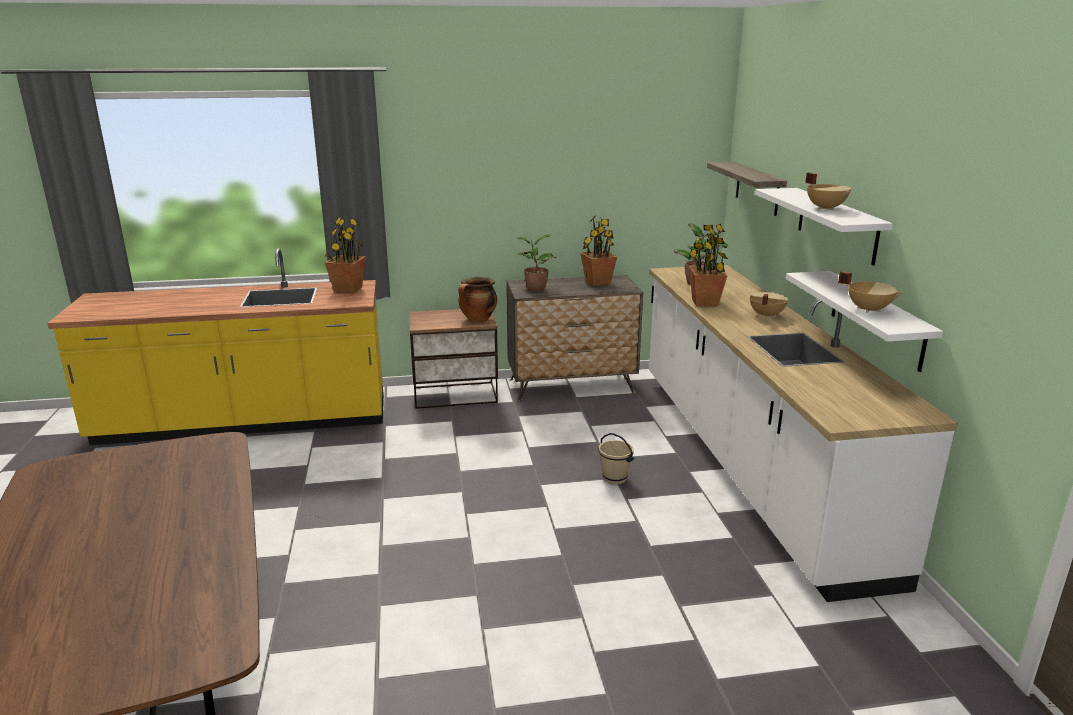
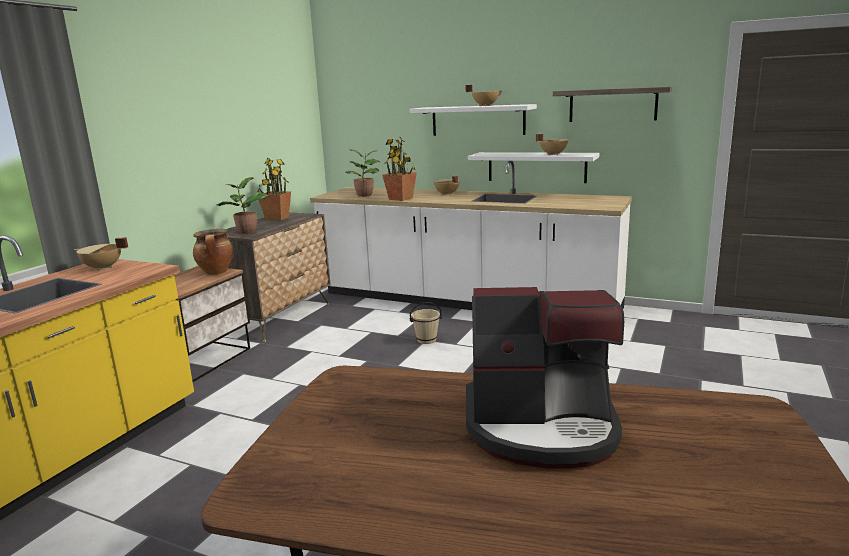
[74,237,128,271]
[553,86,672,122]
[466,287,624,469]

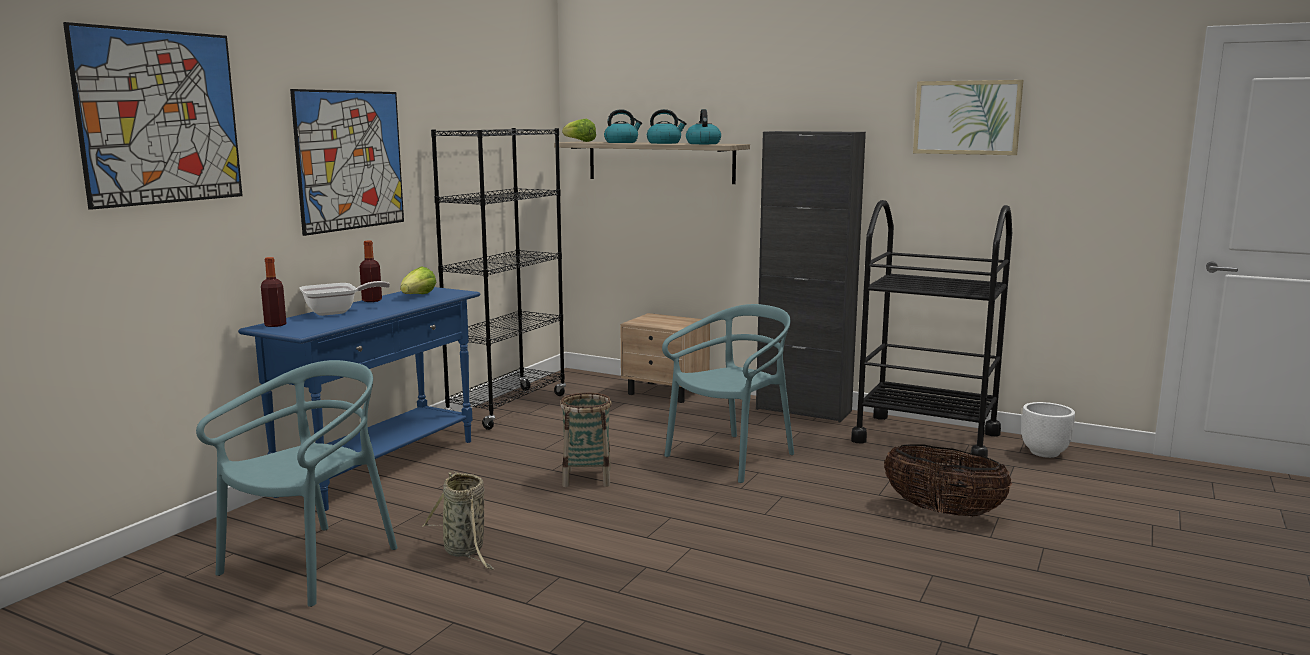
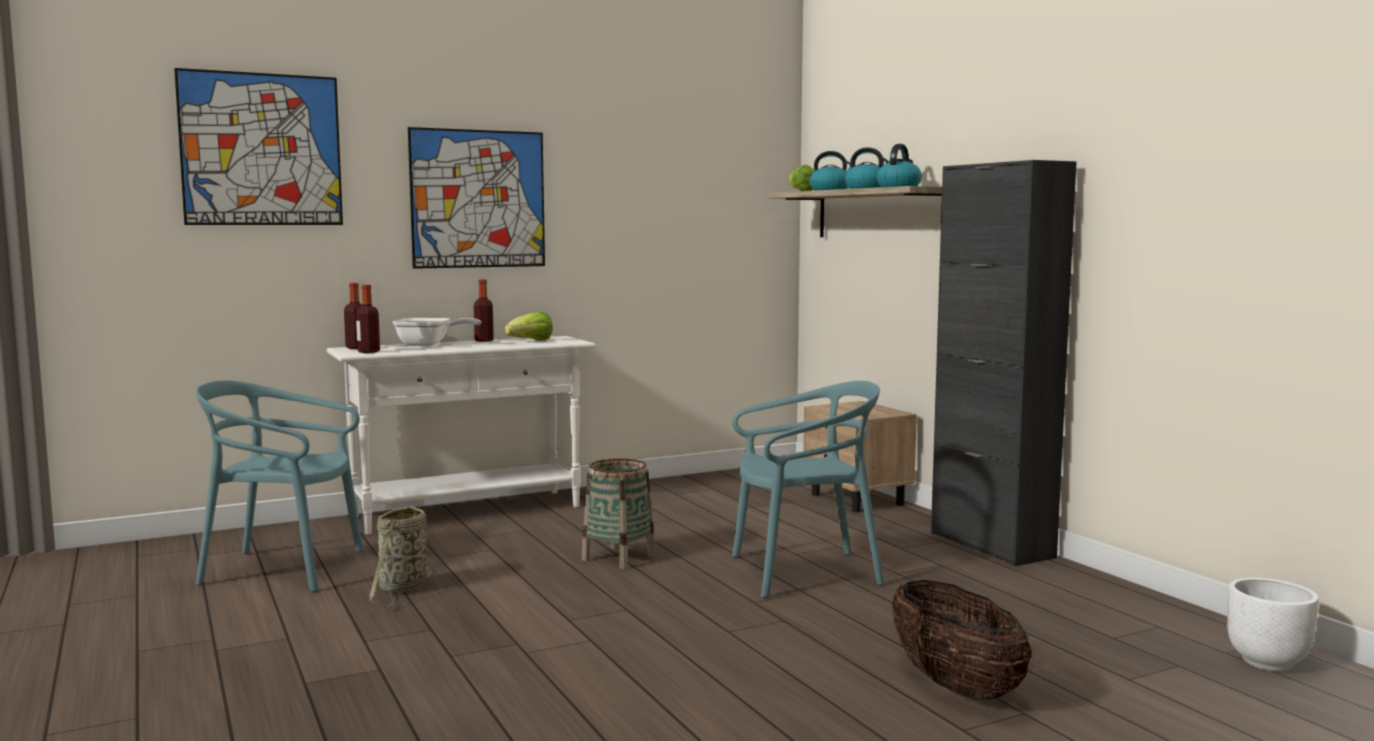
[196,380,364,592]
[326,336,596,534]
[431,128,566,430] (first image)
[851,200,1012,463] (first image)
[913,80,1023,155] (first image)
[356,285,380,353]

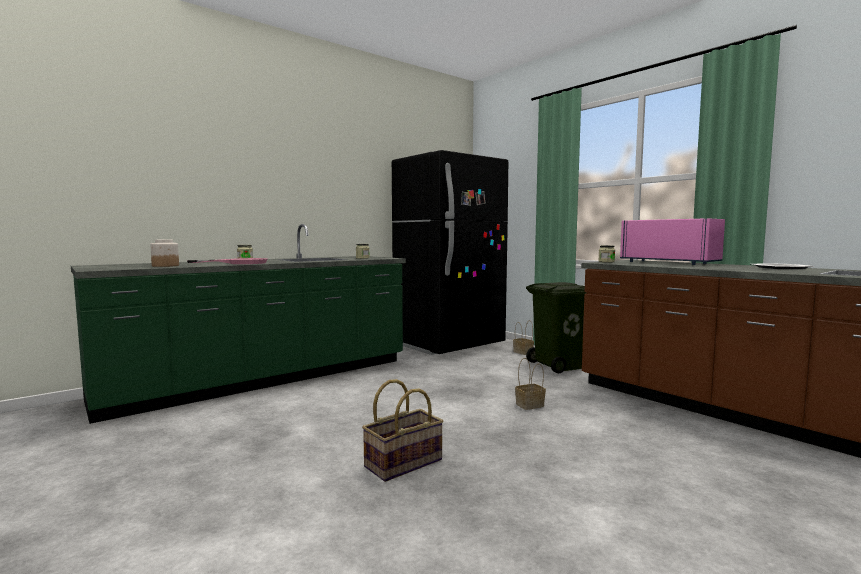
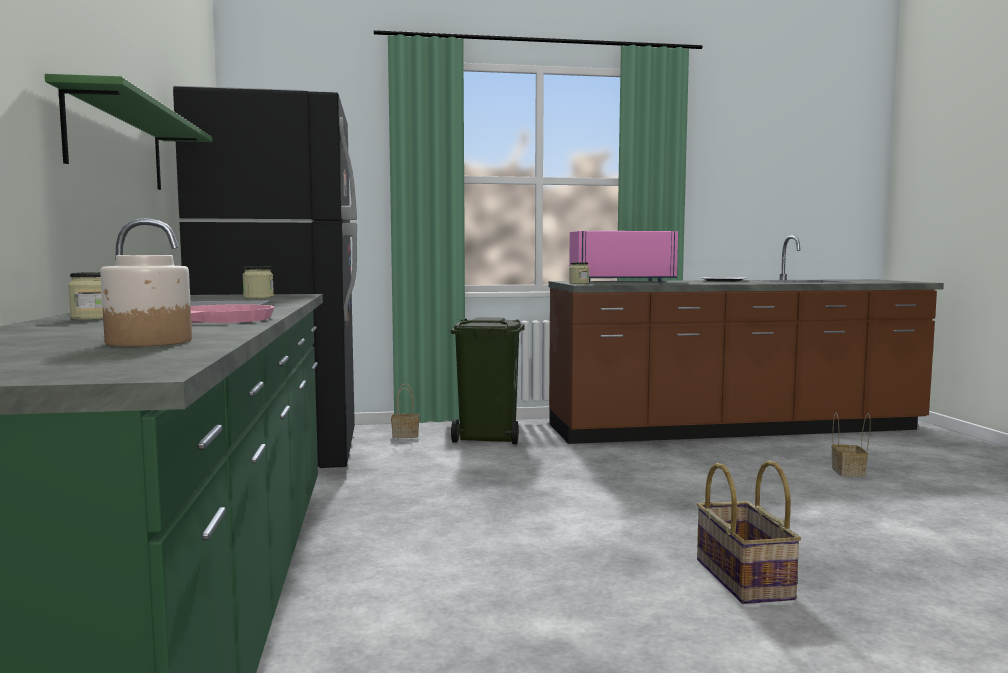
[832,413,871,477]
[45,74,212,190]

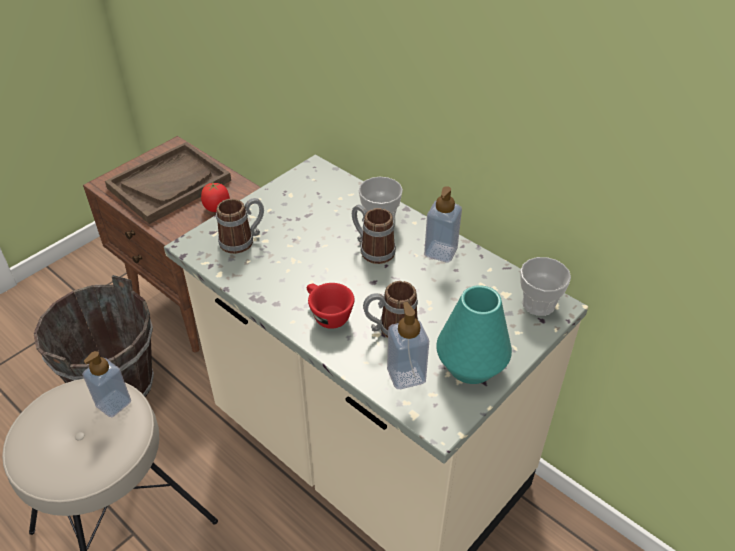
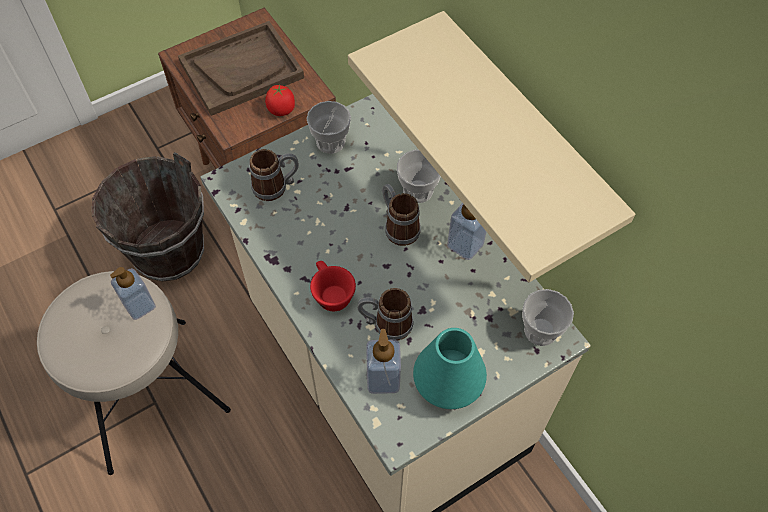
[307,101,351,154]
[348,11,635,282]

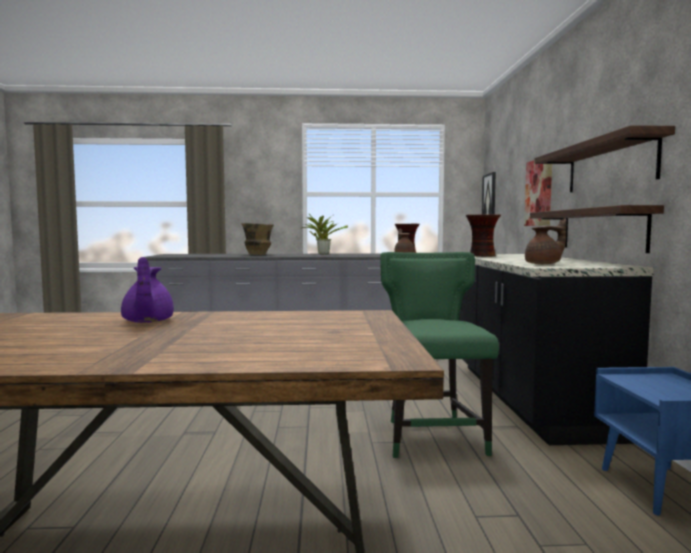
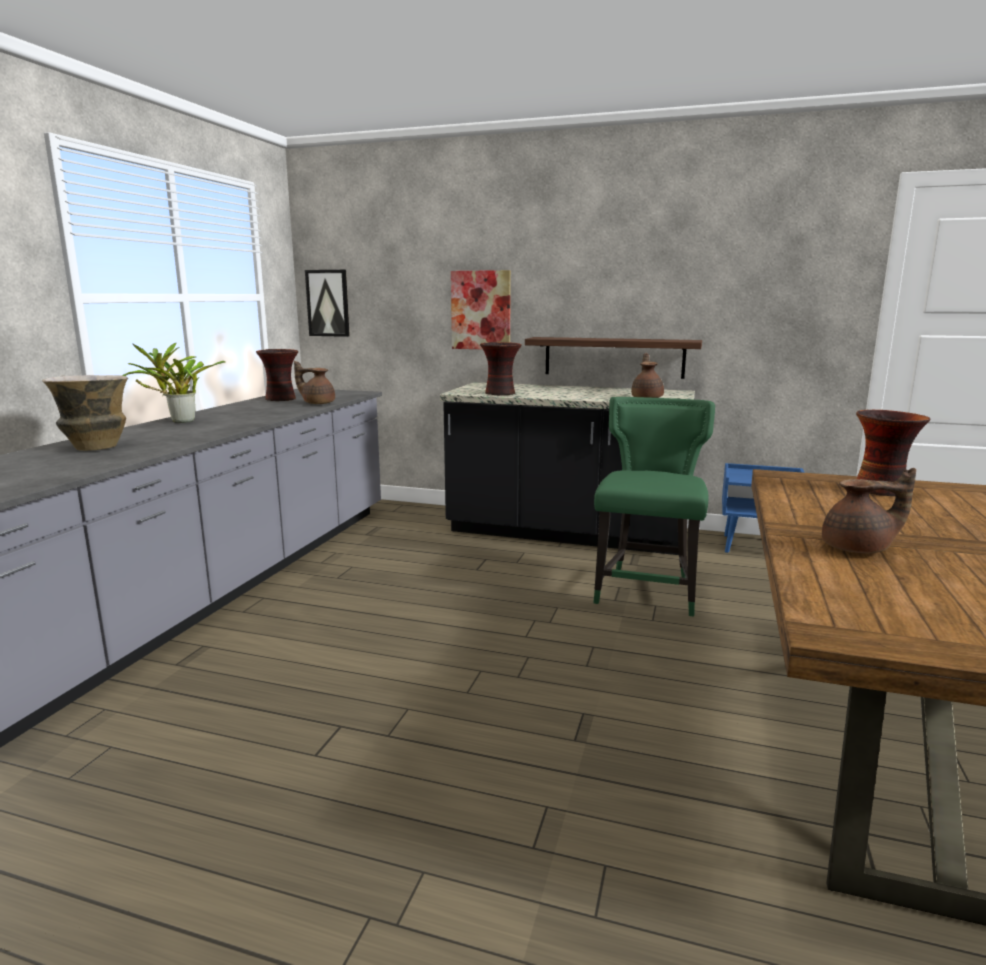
[822,468,916,554]
[593,397,715,617]
[534,125,675,193] (first image)
[856,410,931,496]

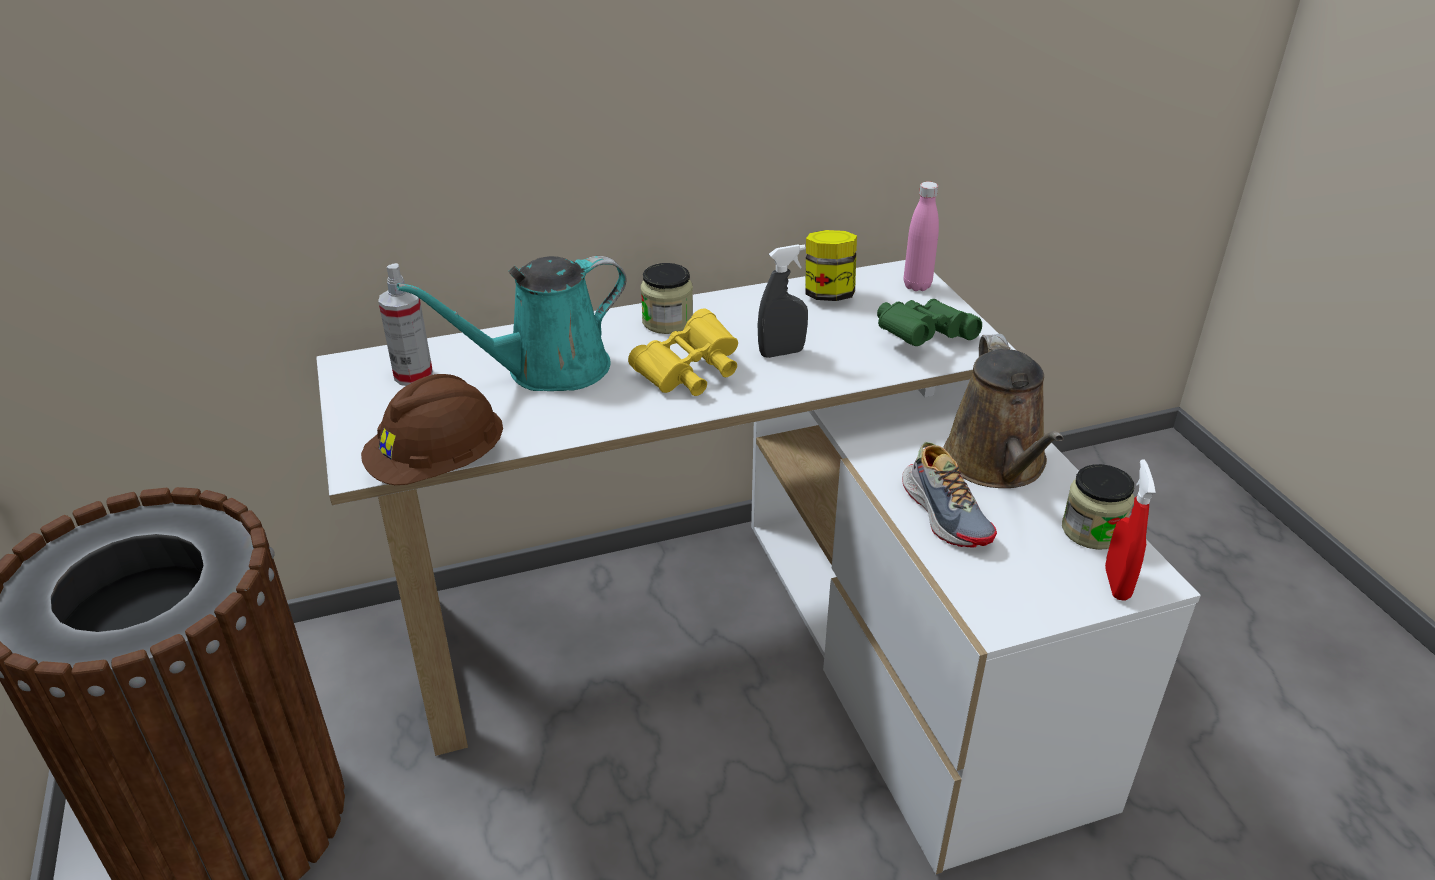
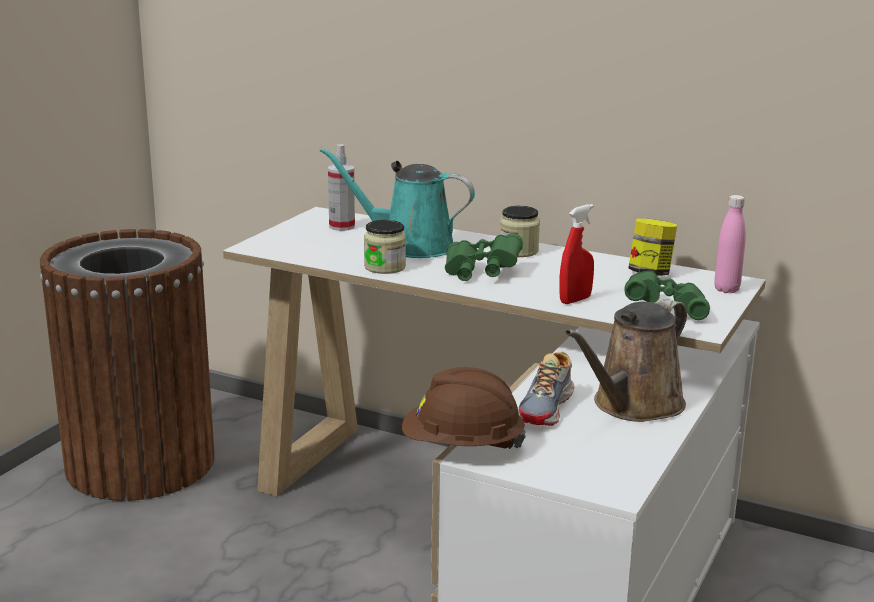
[402,367,526,449]
[445,233,523,281]
[758,245,808,358] (first image)
[364,220,406,274]
[559,204,594,304]

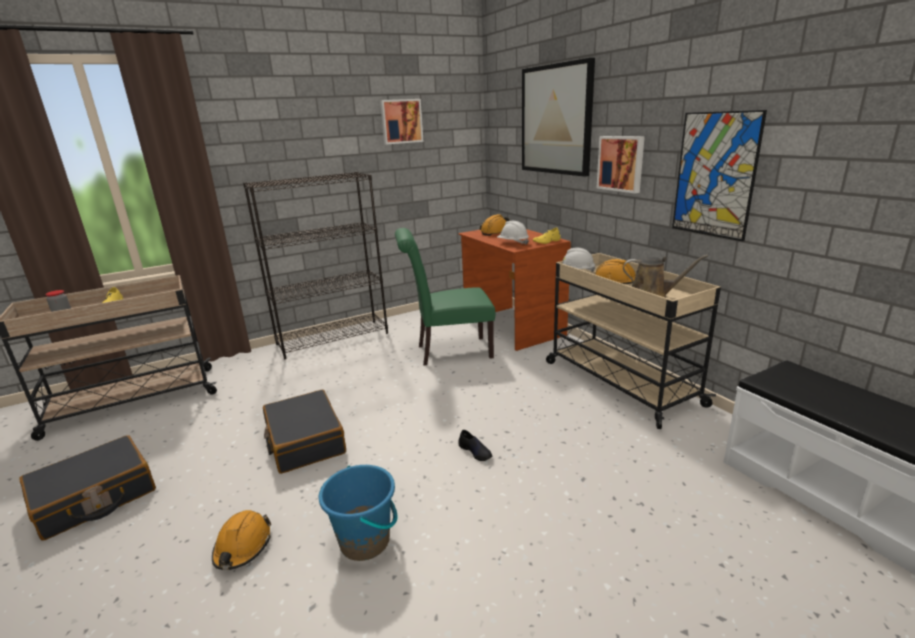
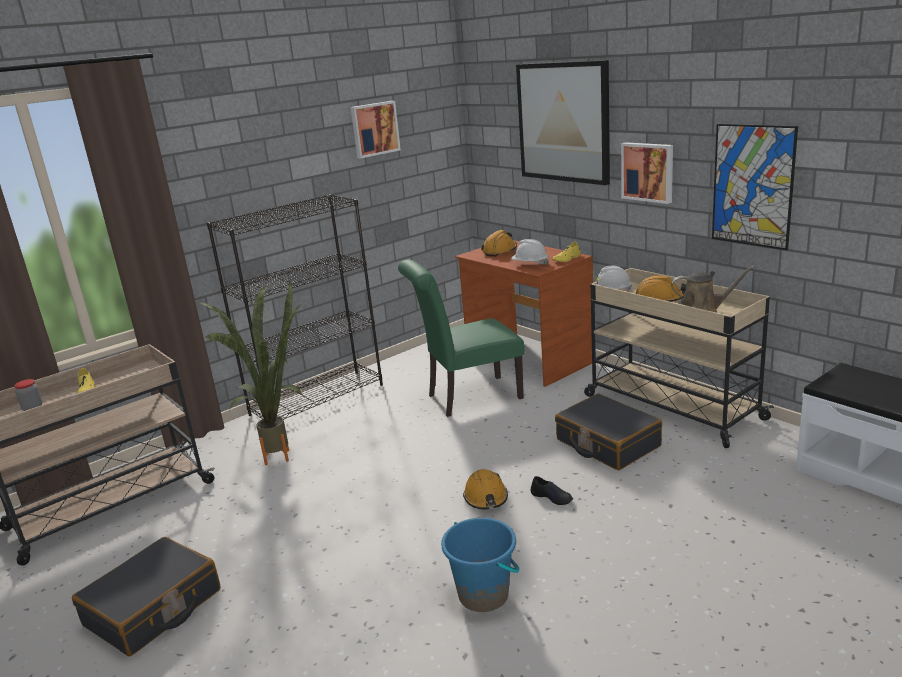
[463,469,508,509]
[555,394,662,470]
[196,279,304,465]

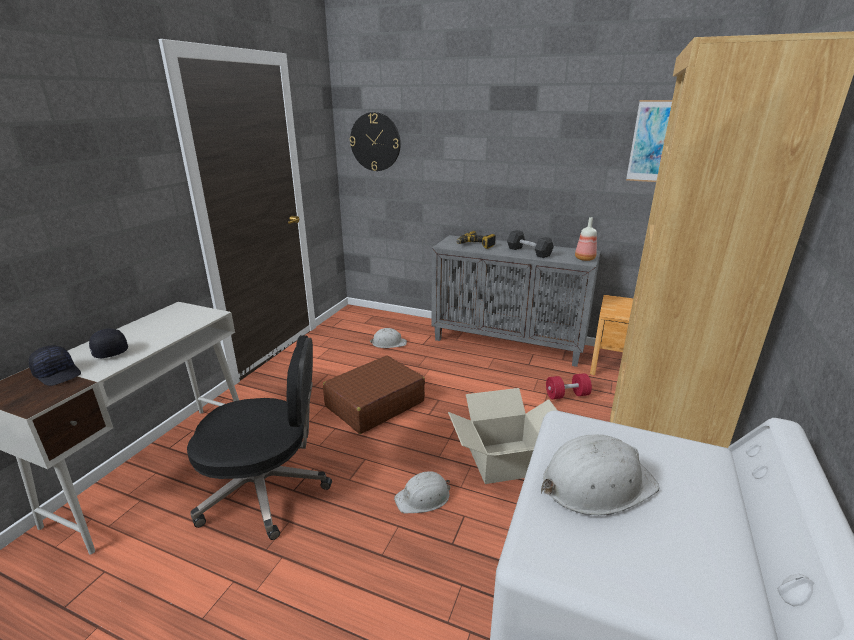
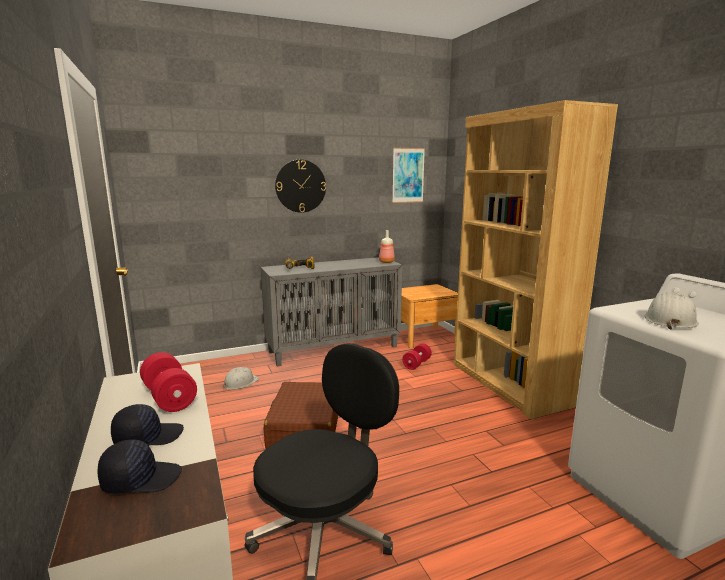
[111,404,184,445]
[275,160,326,213]
[394,471,450,513] (first image)
[448,388,558,484] (first image)
[507,230,554,258] (first image)
[140,352,197,412]

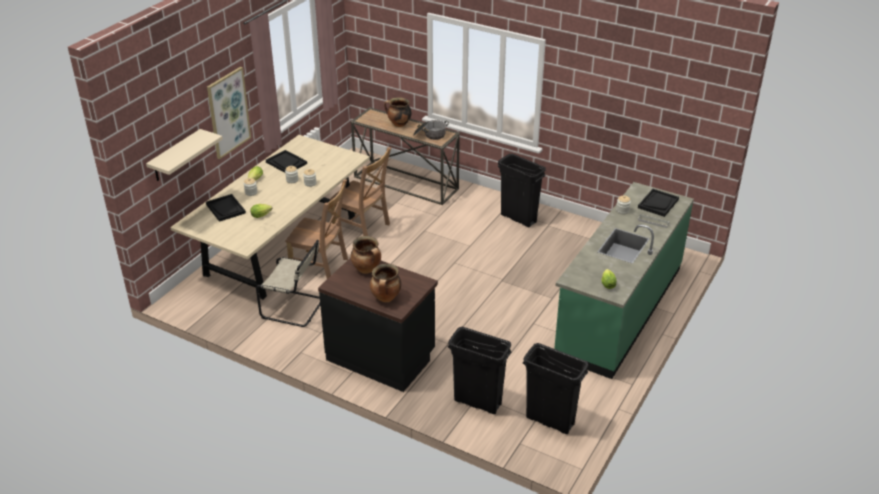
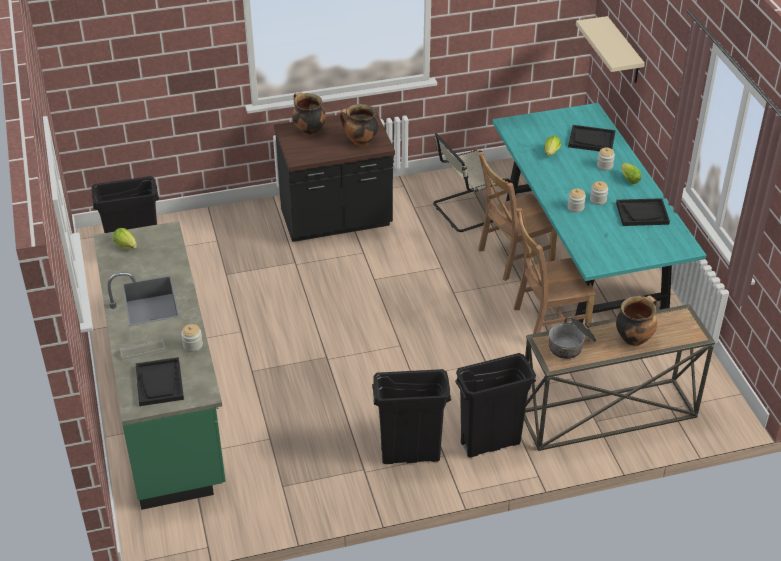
[492,103,706,323]
[207,67,251,159] (first image)
[455,353,536,457]

